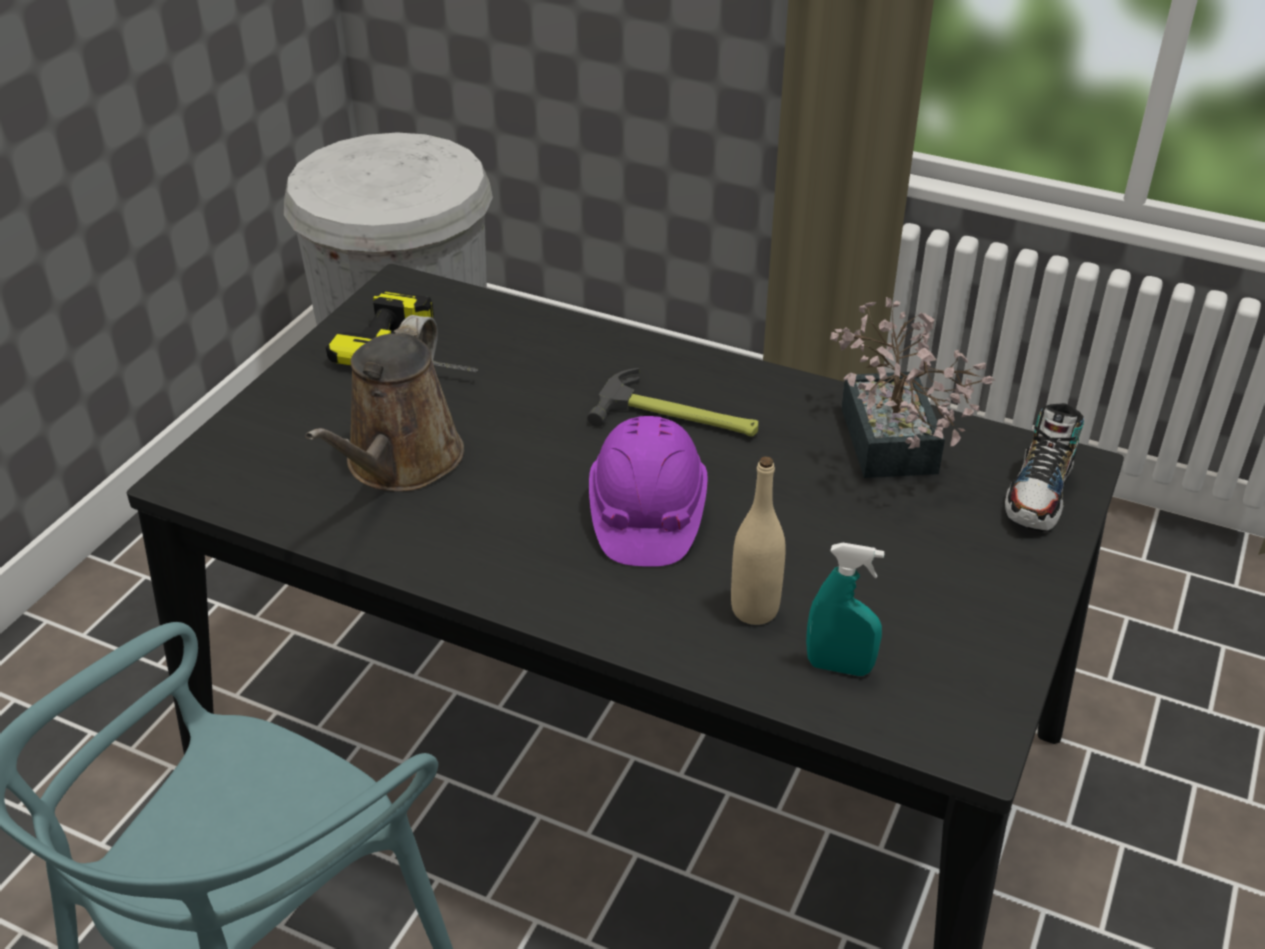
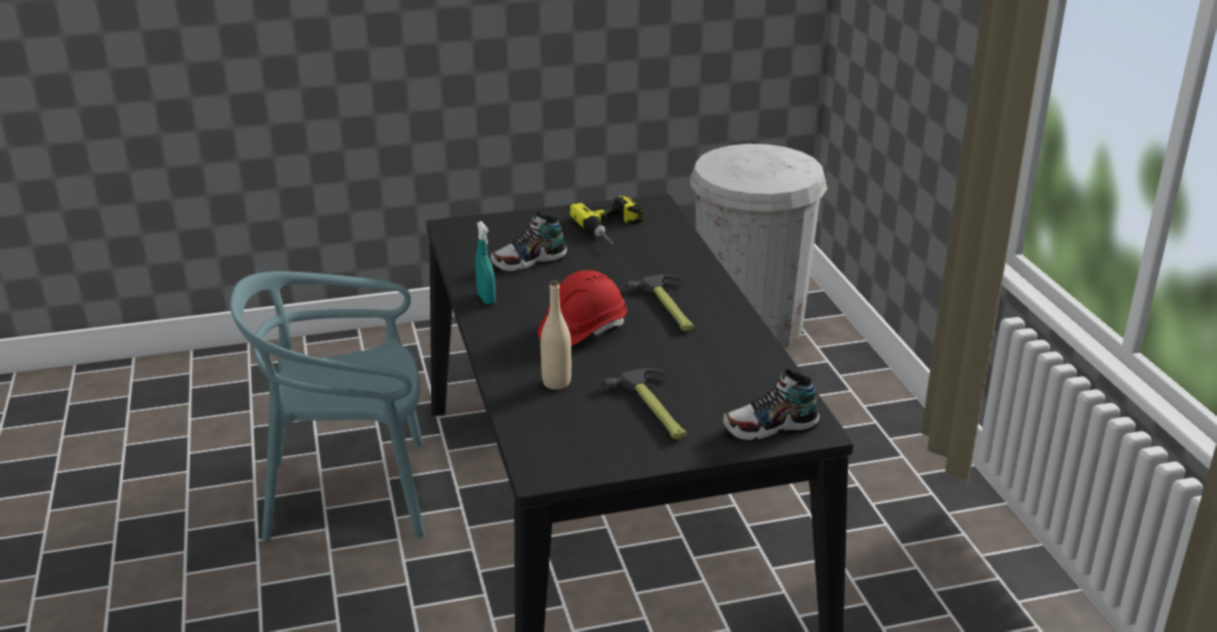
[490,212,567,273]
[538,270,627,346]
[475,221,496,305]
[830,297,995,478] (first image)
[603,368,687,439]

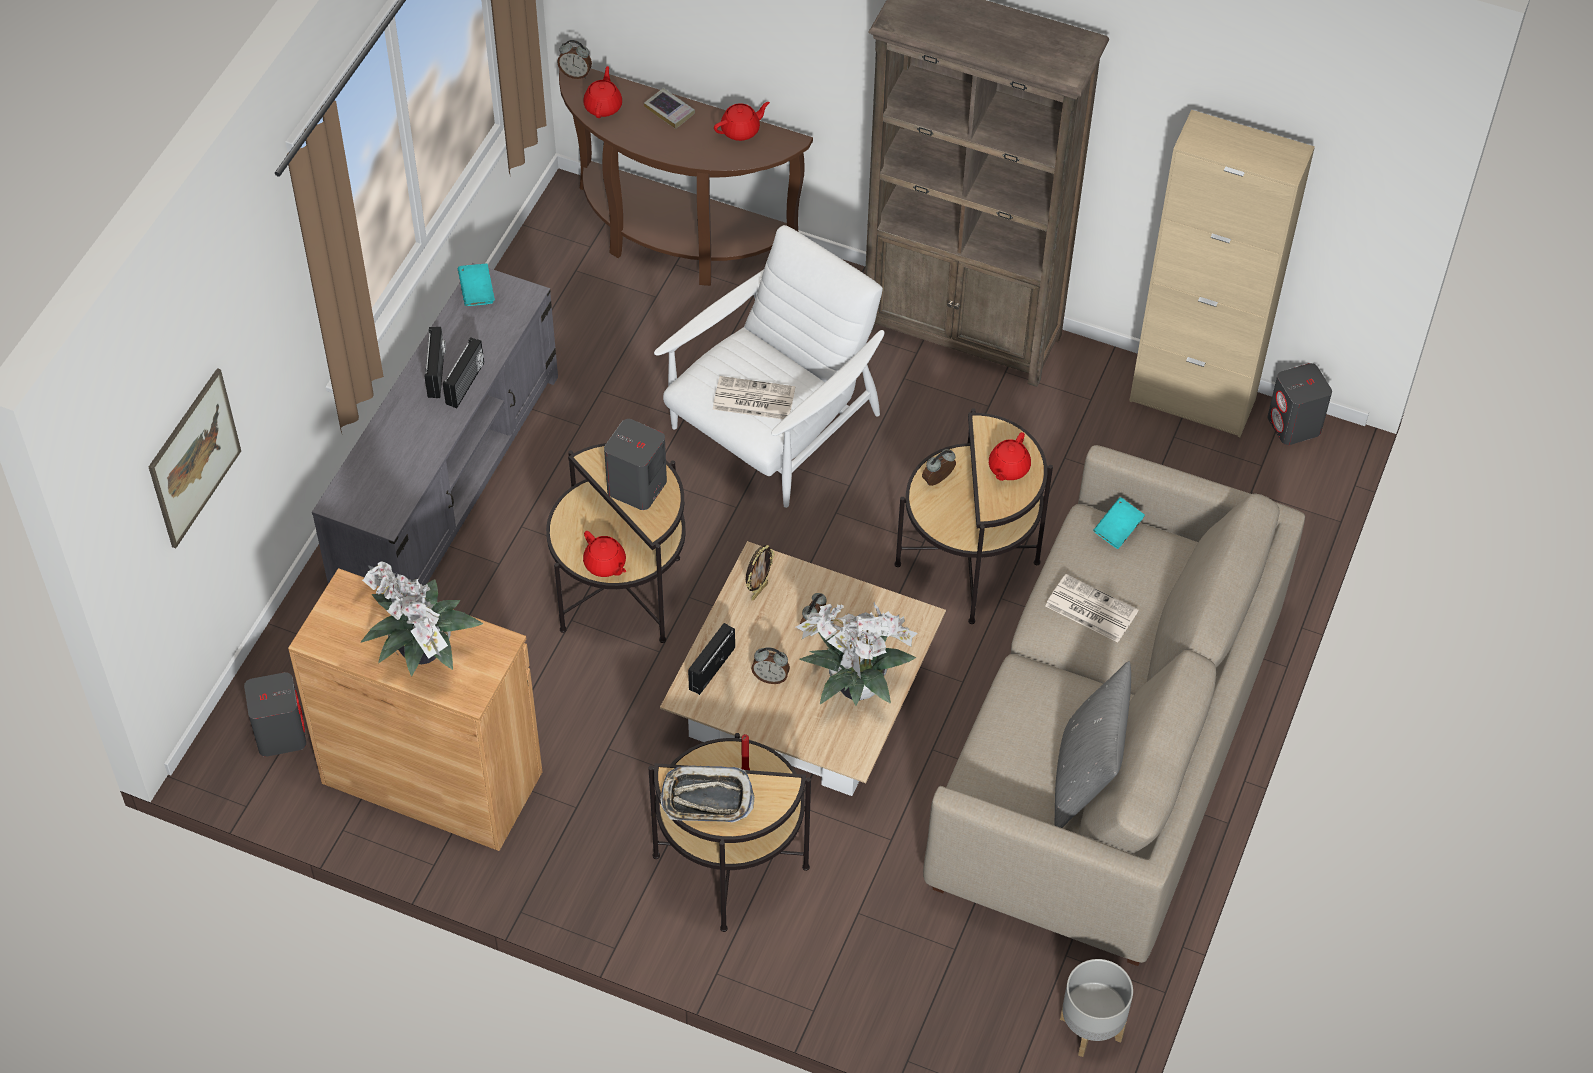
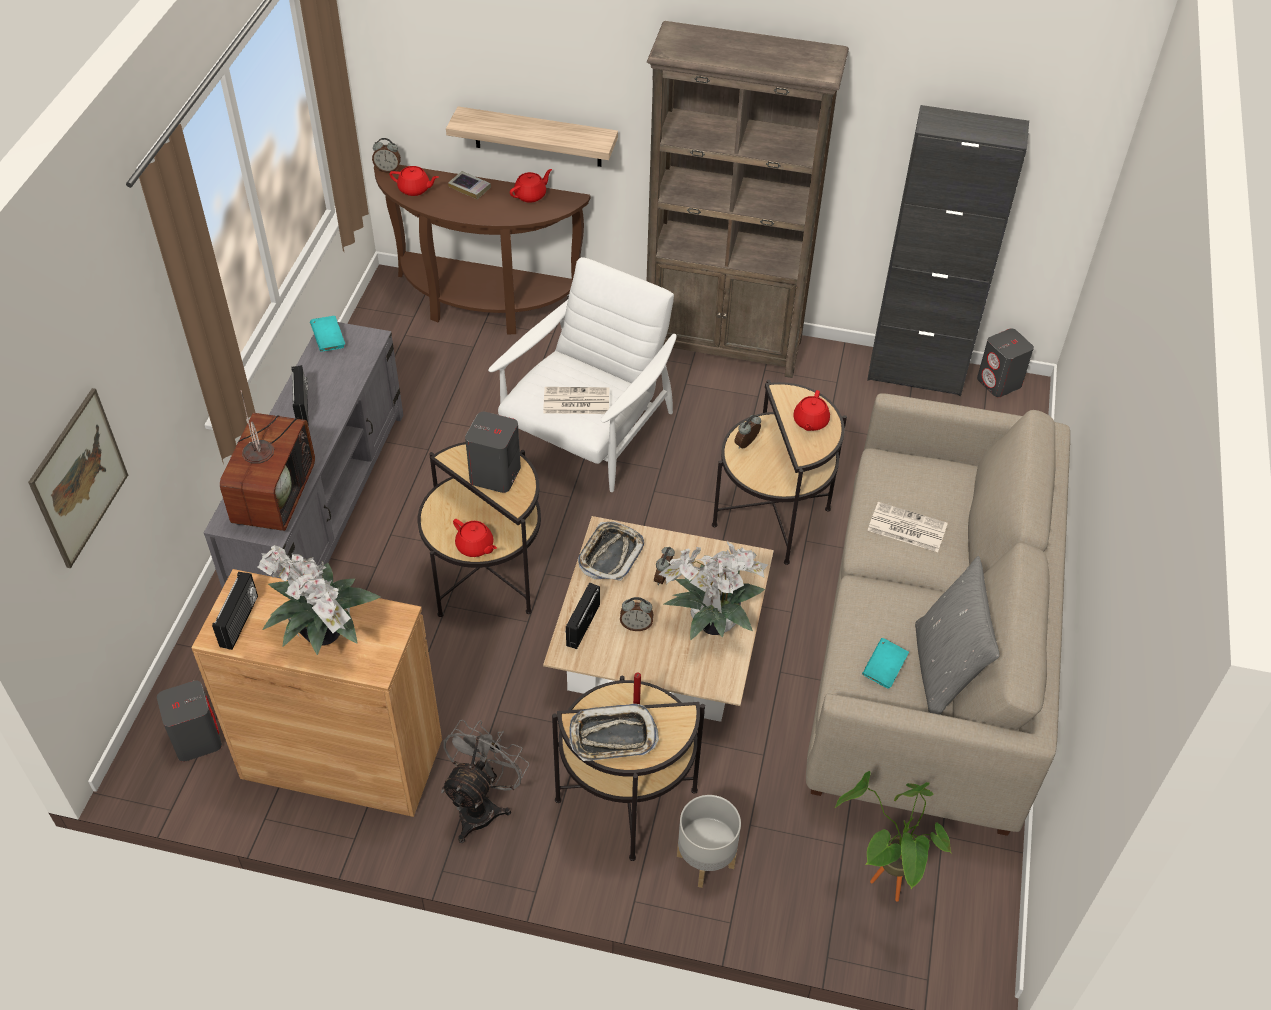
[212,572,258,650]
[389,166,438,196]
[578,522,644,581]
[677,795,741,888]
[862,638,909,689]
[867,105,1029,396]
[220,390,315,531]
[441,720,529,843]
[446,106,618,167]
[835,771,952,902]

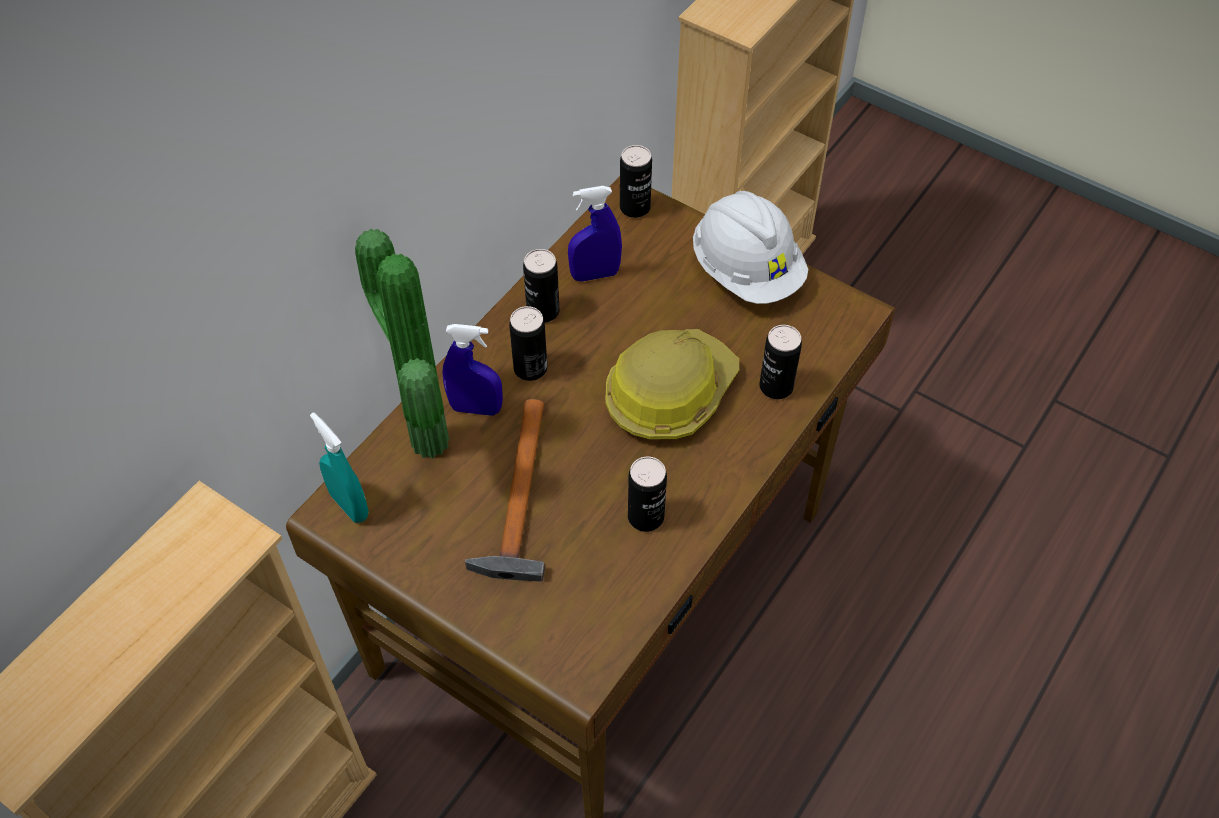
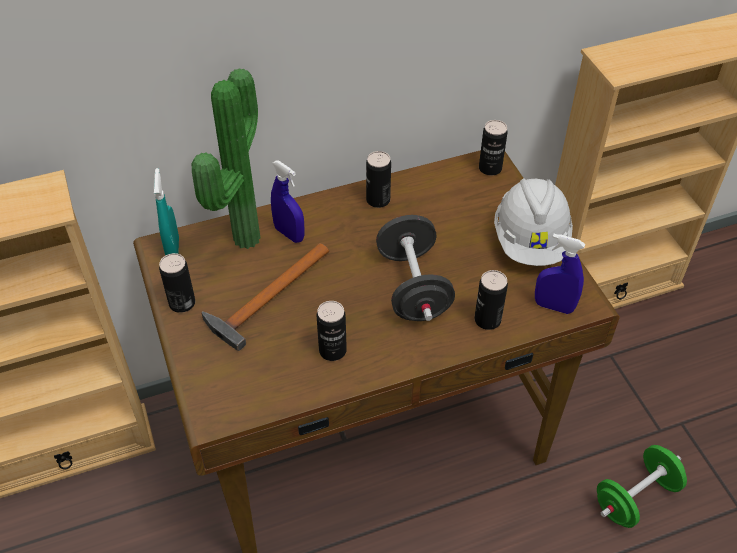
[159,253,195,313]
[535,234,585,314]
[376,215,455,321]
[597,445,687,528]

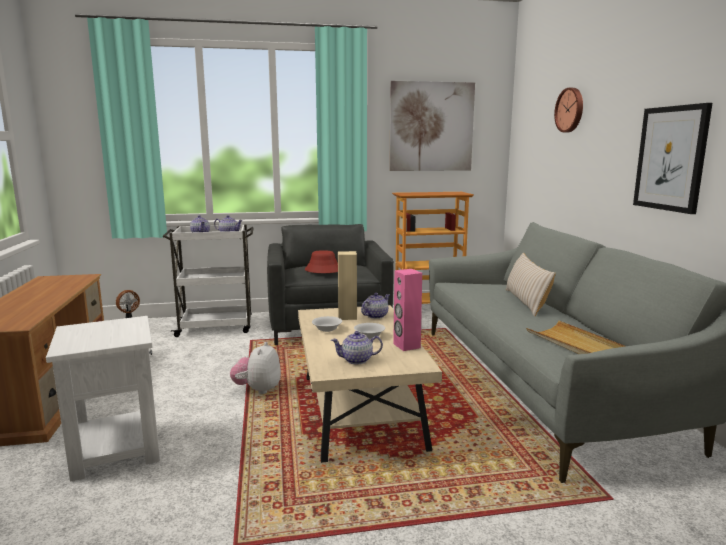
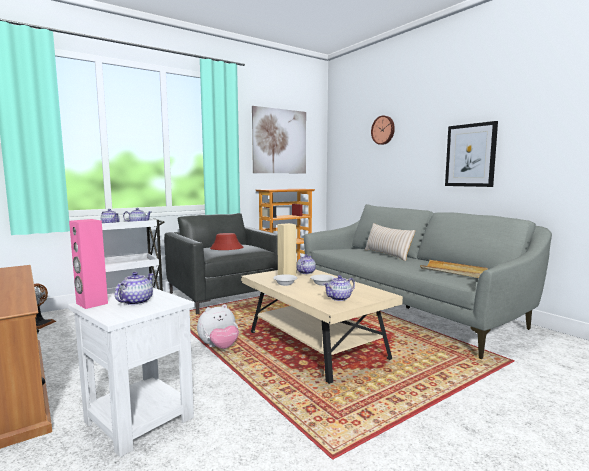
[197,304,239,349]
[69,219,108,309]
[115,272,153,305]

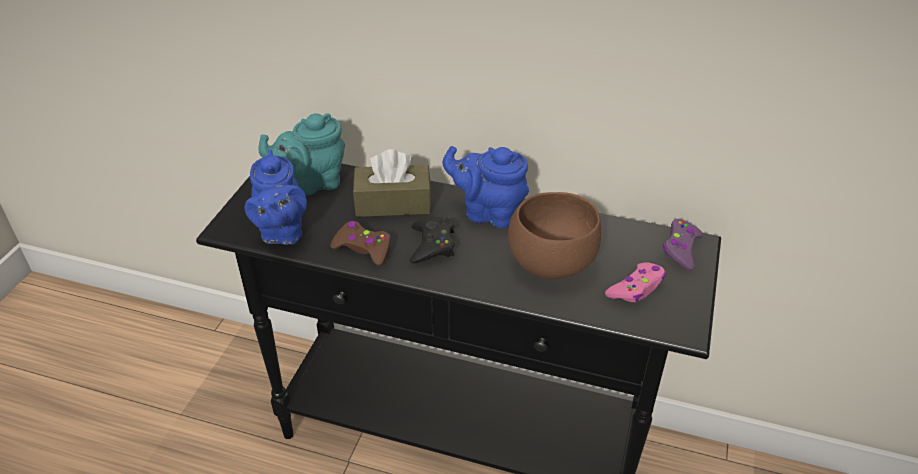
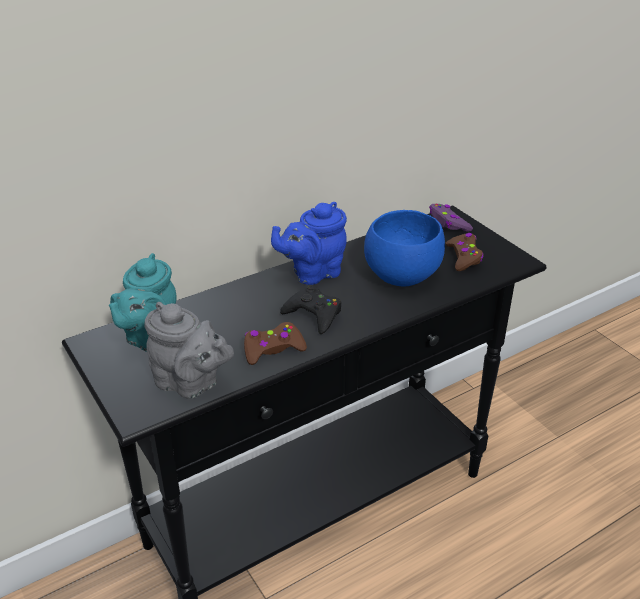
[145,302,234,399]
[353,149,431,217] (first image)
[364,210,445,286]
[446,233,483,271]

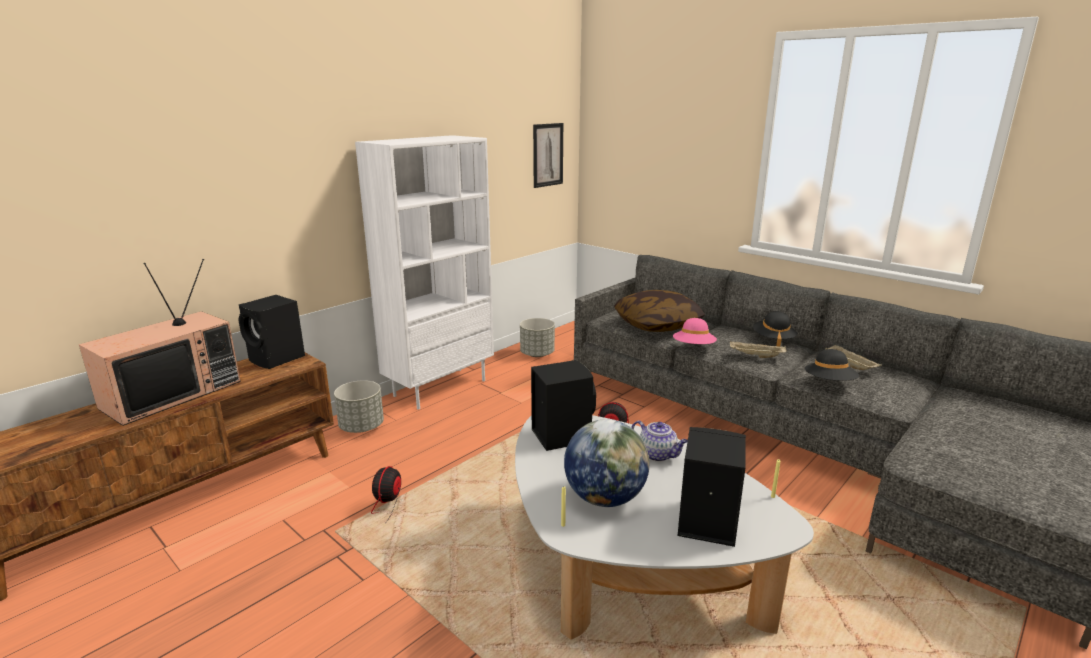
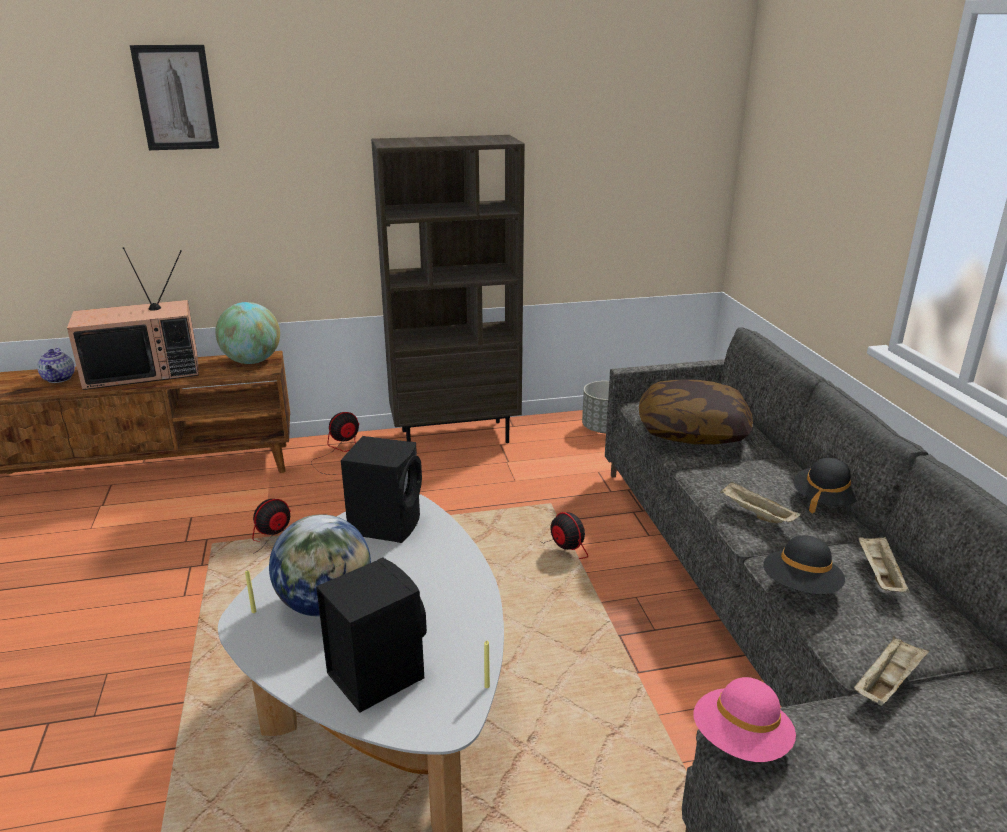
[215,302,280,364]
[311,412,359,475]
[371,135,525,443]
[130,45,219,150]
[37,348,75,383]
[693,677,796,762]
[854,636,929,706]

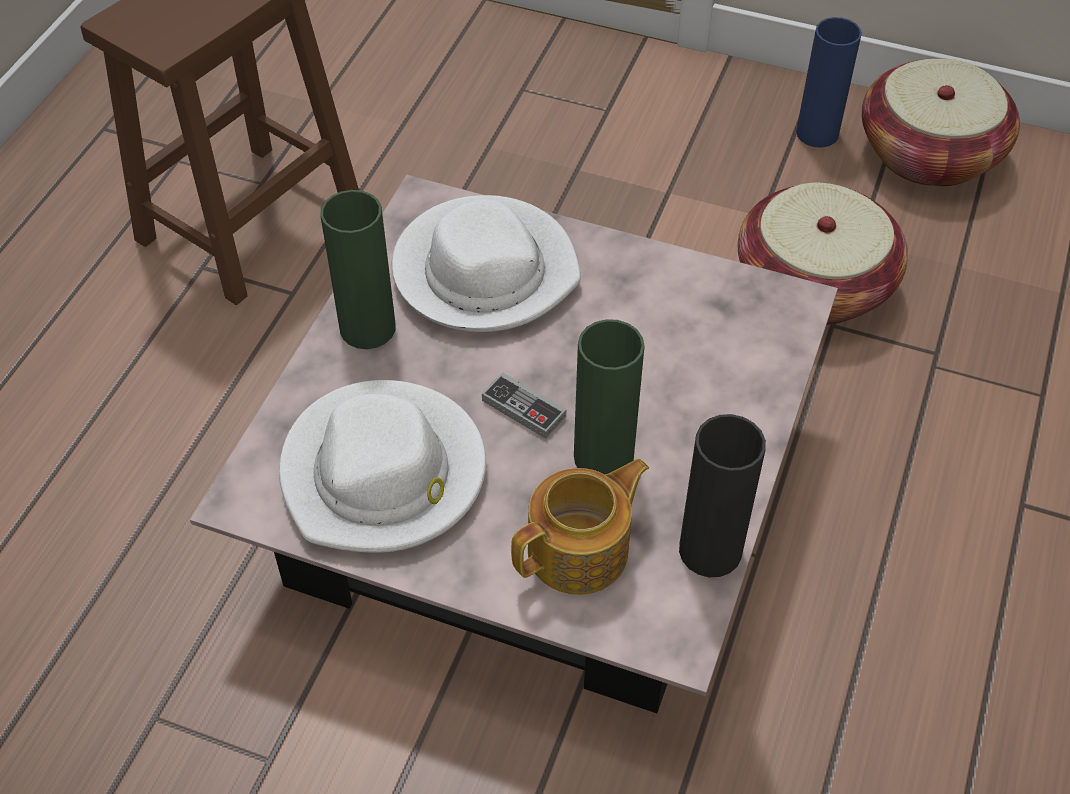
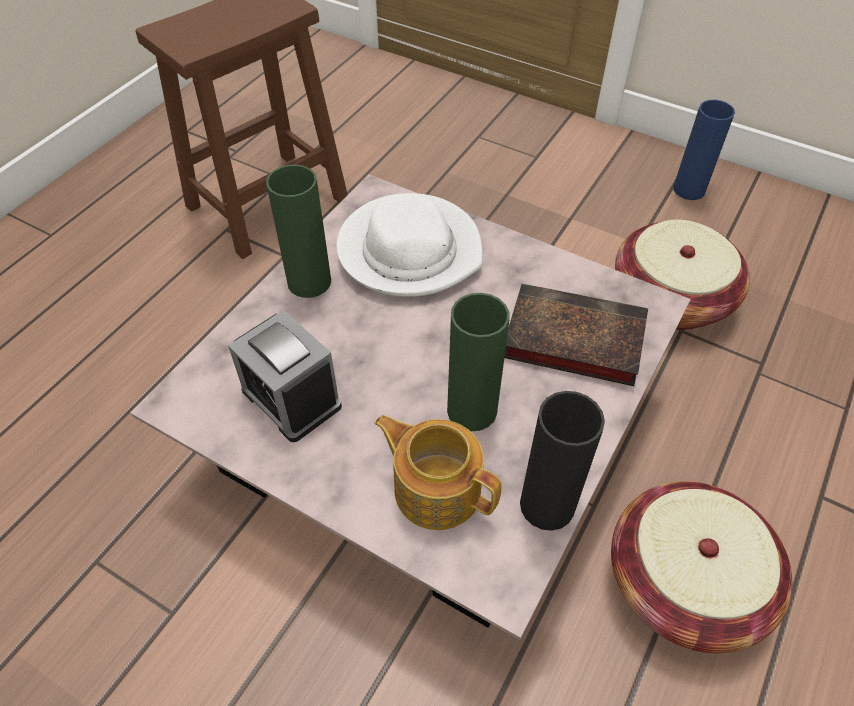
[228,310,342,442]
[482,372,566,439] (first image)
[374,415,502,530]
[611,481,792,653]
[504,283,648,386]

